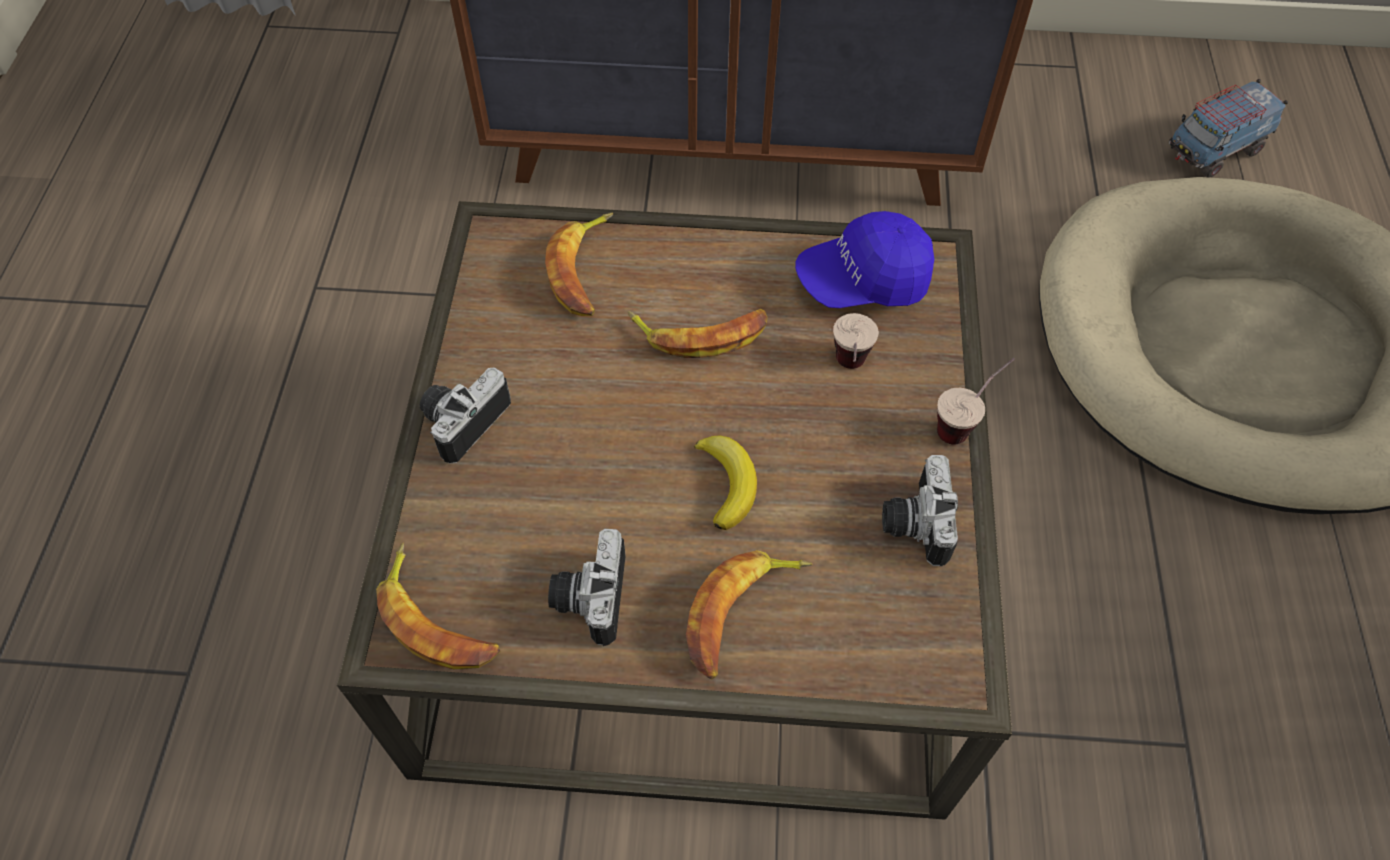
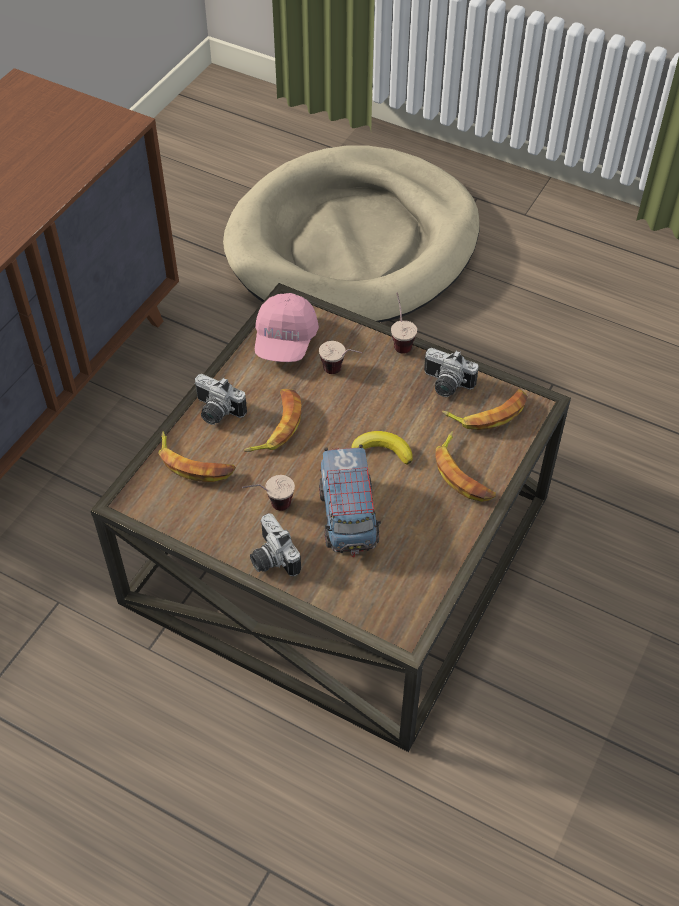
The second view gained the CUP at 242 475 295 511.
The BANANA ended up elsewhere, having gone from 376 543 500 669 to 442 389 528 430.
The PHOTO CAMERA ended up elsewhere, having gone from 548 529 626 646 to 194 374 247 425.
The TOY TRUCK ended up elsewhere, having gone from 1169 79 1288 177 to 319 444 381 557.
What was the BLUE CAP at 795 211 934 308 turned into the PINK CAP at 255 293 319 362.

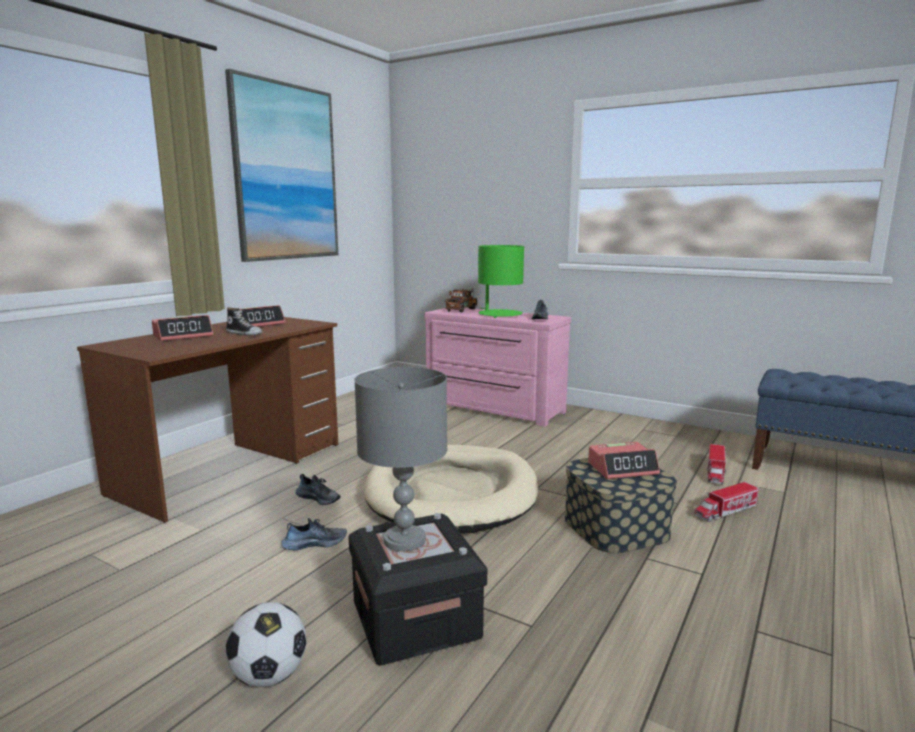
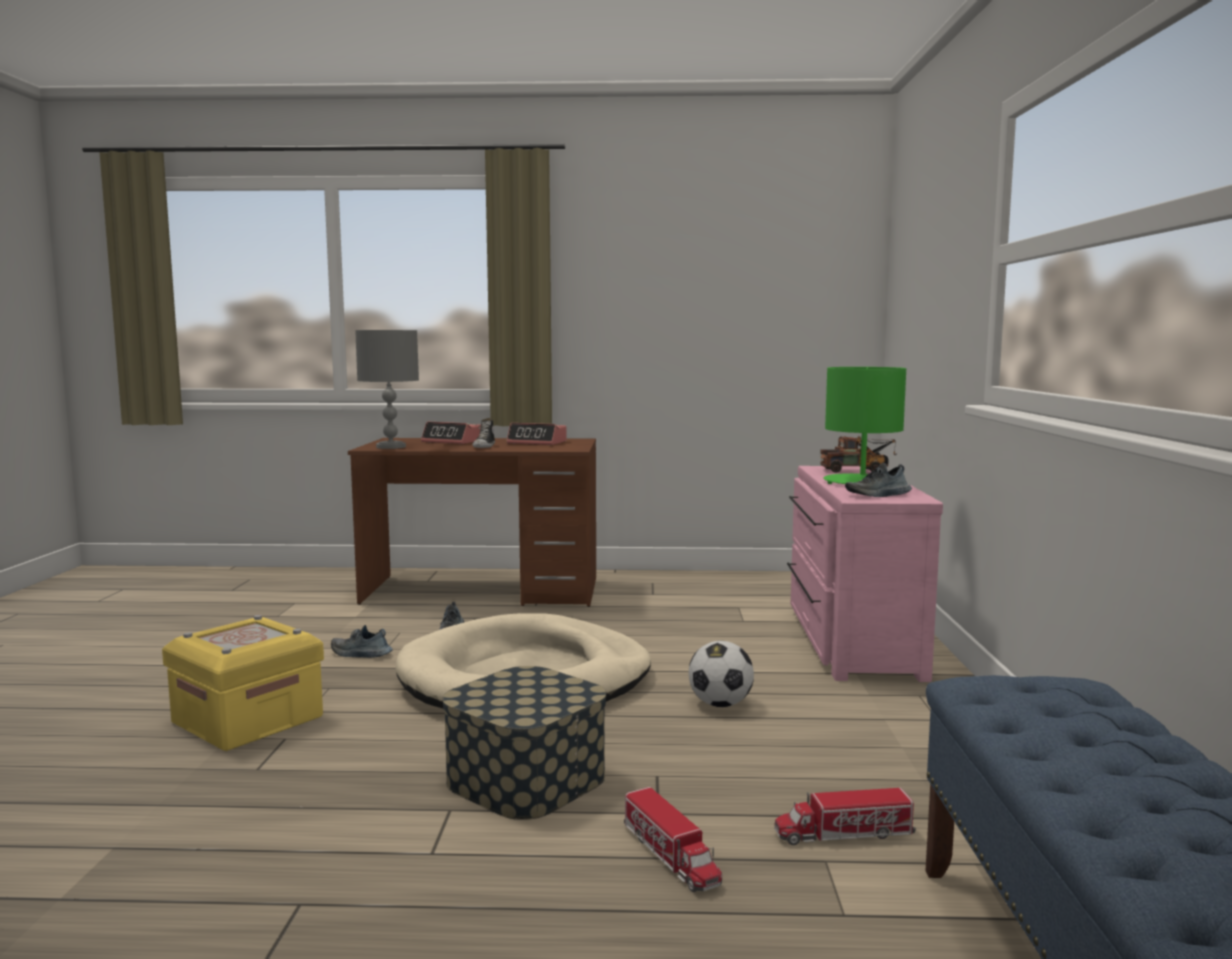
The second view lost the PICTURE at 225 69 338 262.
The second view lost the ALARM CLOCK at 588 442 660 479.
The FOOTBALL ended up elsewhere, having gone from 226 602 306 687 to 689 640 754 707.
The GREY TABLE LAMP ended up elsewhere, having gone from 354 367 447 551 to 355 330 419 449.
What was the BLACK STORAGE BOX at 348 513 487 666 turned into the YELLOW STORAGE BOX at 162 615 324 751.
The SHOE at 281 518 347 551 ended up facing another way, 150 degrees clockwise from before.
The TOY TRUCK at 694 482 759 522 ended up facing another way, 150 degrees counterclockwise from before.

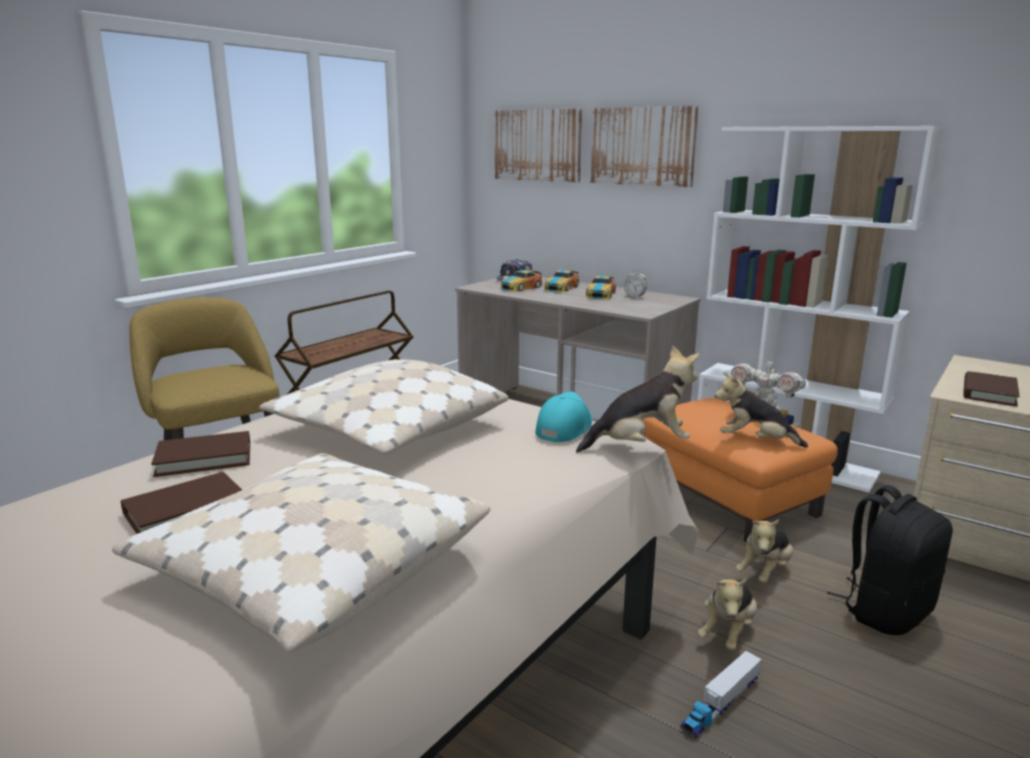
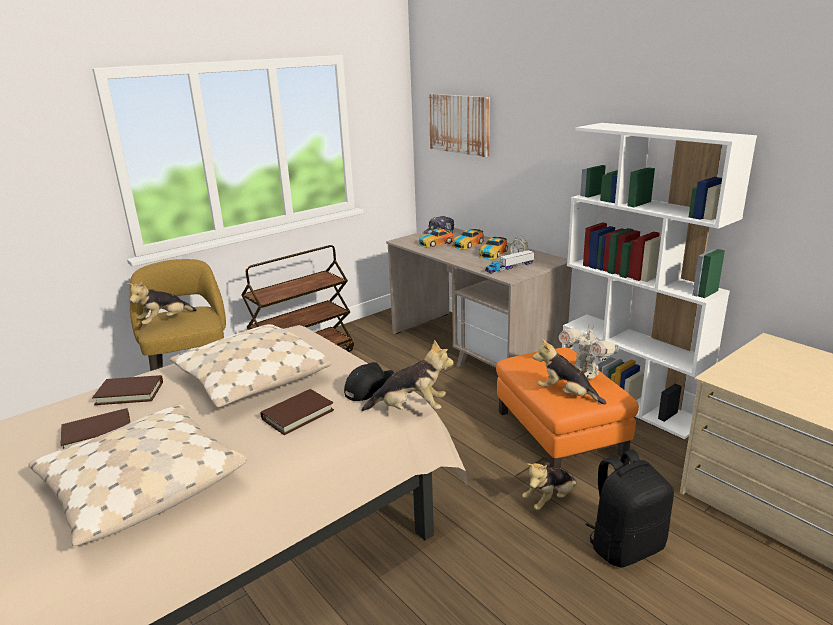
The second view lost the PICTURE at 591 106 699 187.
The TOY TRUCK ended up elsewhere, having gone from 680 651 762 738 to 485 250 534 274.
The PLUSH TOY ended up elsewhere, having gone from 698 578 757 651 to 127 282 197 325.
The BROWN BOOK ended up elsewhere, having gone from 963 371 1020 406 to 260 389 334 435.
What was the TURQUOISE CAP at 535 392 592 442 turned into the BLACK CAP at 344 362 394 401.

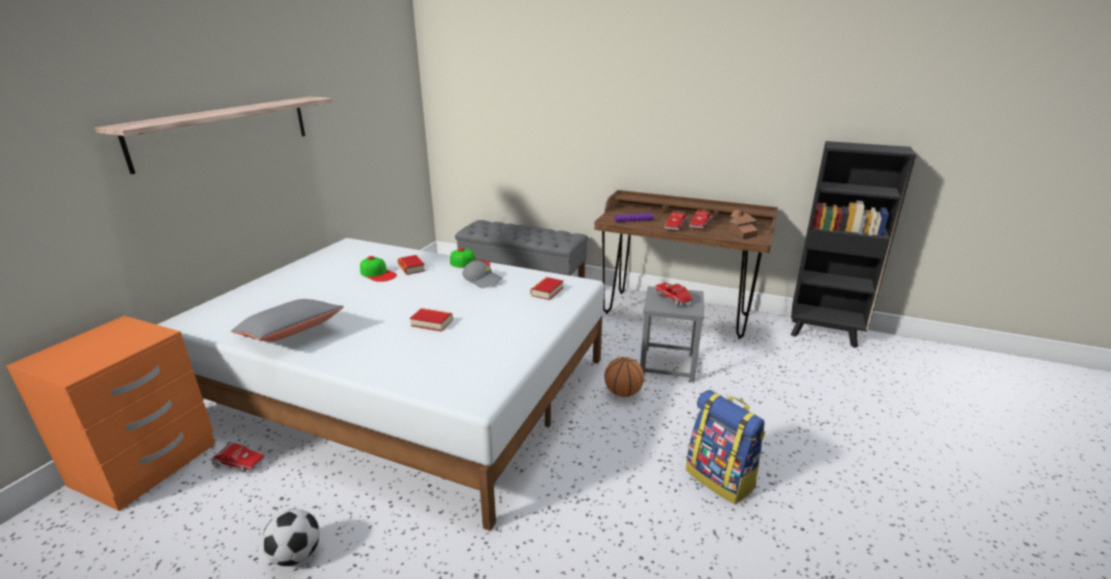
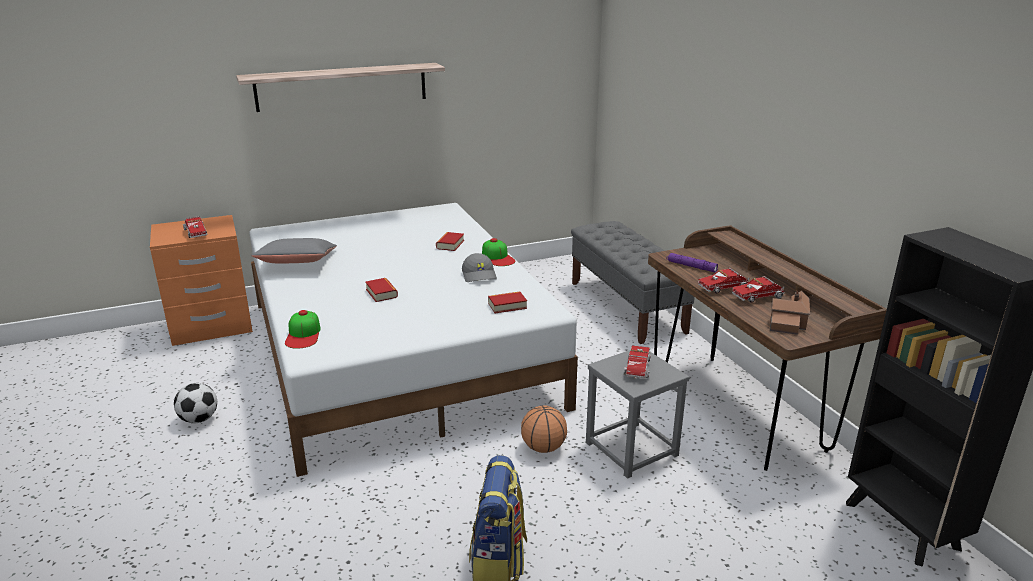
The TOY TRUCK ended up elsewhere, having gone from 212 442 265 473 to 183 216 207 238.
The CAP ended up elsewhere, having gone from 360 256 397 282 to 285 310 321 349.

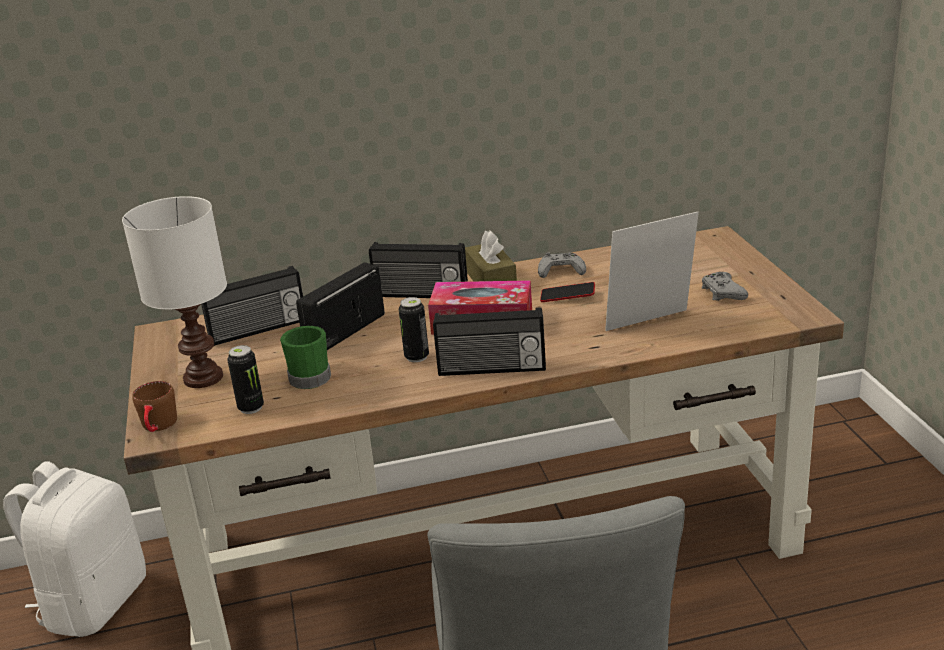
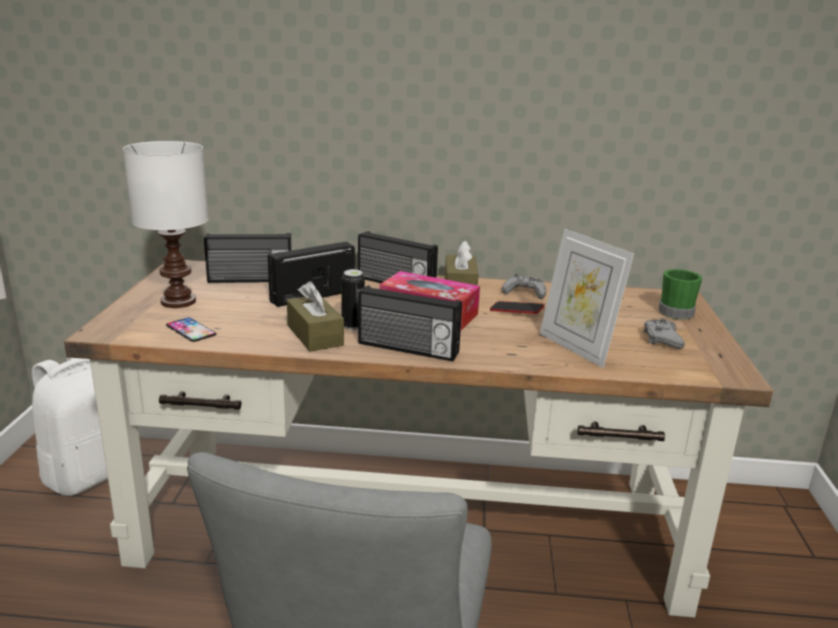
The second view lost the BROWN MUG at 132 381 177 432.
The second view gained the BROWN TISSUE BOX at 287 281 344 351.
The GREEN MUG ended up elsewhere, having gone from 280 326 331 389 to 658 269 702 319.
Where the CAN stood at 227 345 264 414, the PHONE came to stand at 166 318 216 342.
The PICTURE FRAME at 605 212 699 331 ended up facing another way, 120 degrees counterclockwise from before.

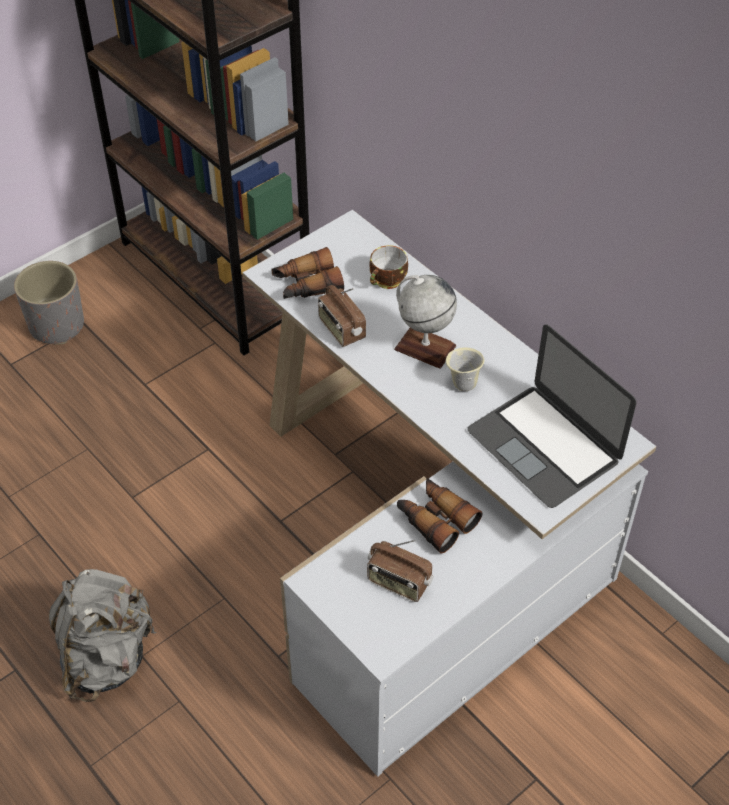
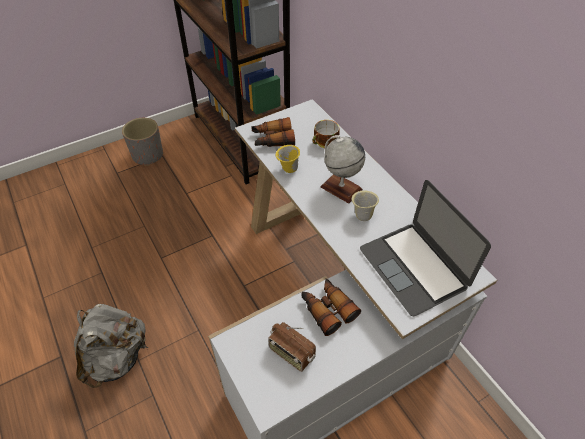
Where the RADIO stood at 318 285 366 347, the YELLOW MUG came to stand at 276 145 300 173.

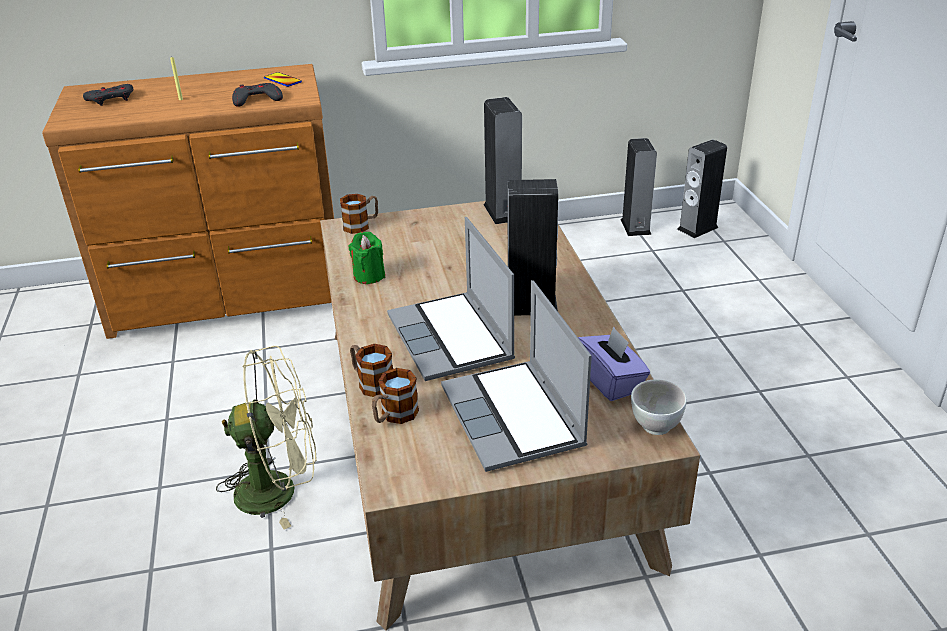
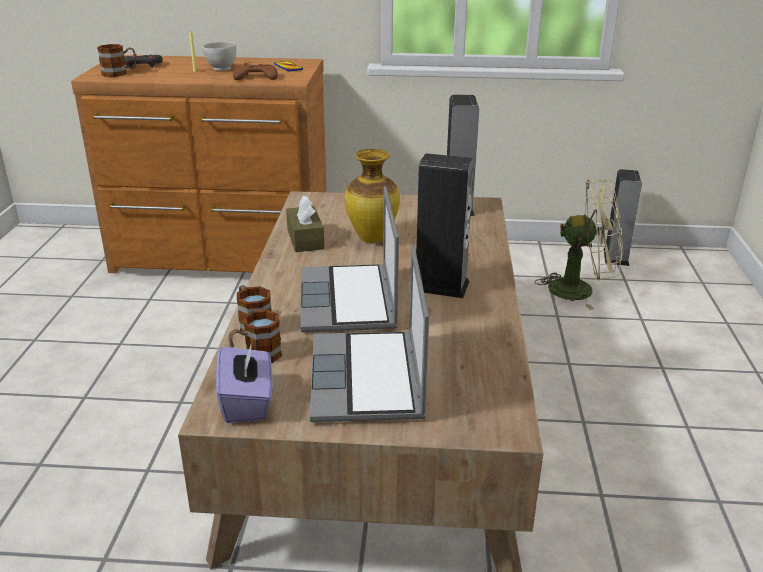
The second view lost the SPEAKER at 677 139 727 238.
The second view gained the VASE at 345 149 400 243.
The BEIGE FAN ended up elsewhere, having gone from 216 346 317 530 to 535 179 622 310.
The MUG ended up elsewhere, having gone from 340 194 378 234 to 97 44 136 77.
The PURPLE TISSUE BOX ended up elsewhere, having gone from 578 326 650 401 to 216 342 273 423.
The WHITE BOWL ended up elsewhere, having gone from 631 379 687 435 to 202 41 236 71.
Where the GREEN CANDLE stood at 349 232 385 284, the BROWN TISSUE BOX came to stand at 286 196 324 252.
What was the GREY GAME CONTROLLER at 232 83 283 107 turned into the BROWN GAME CONTROLLER at 233 63 278 80.

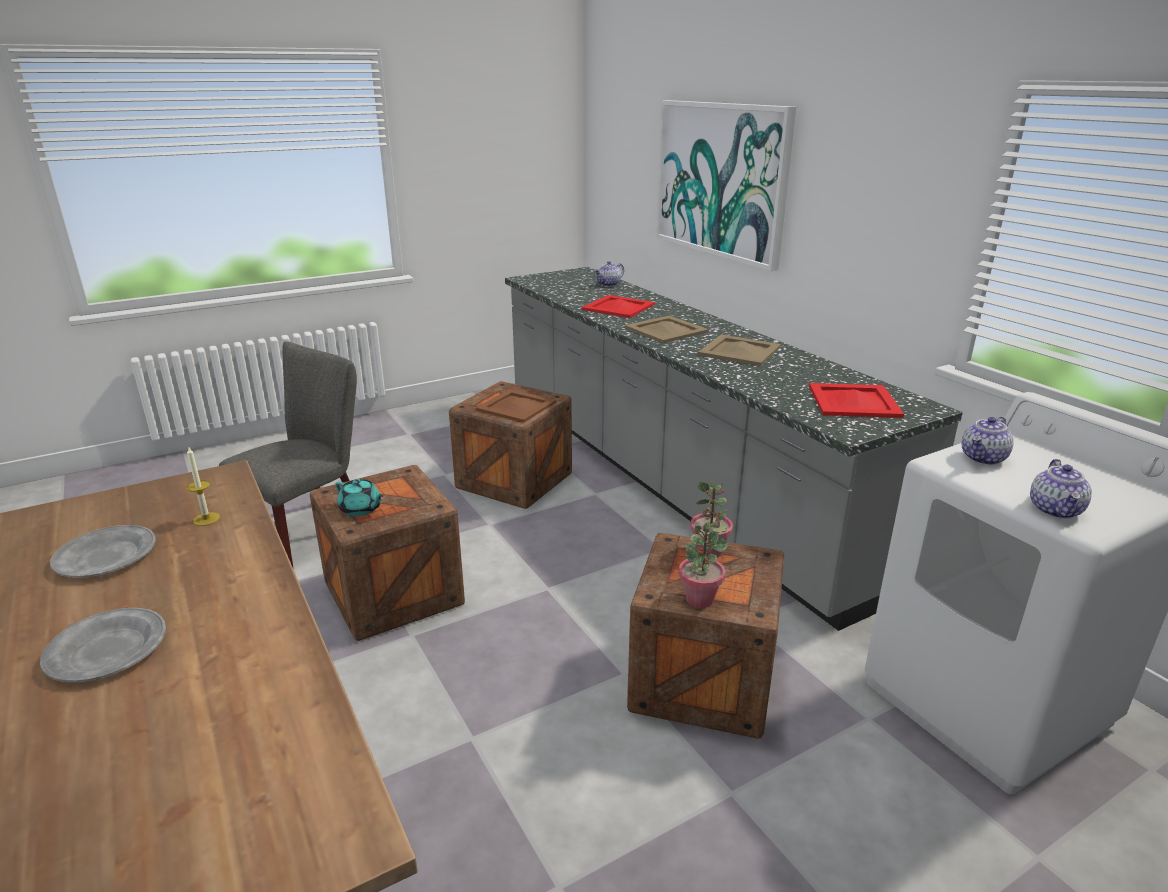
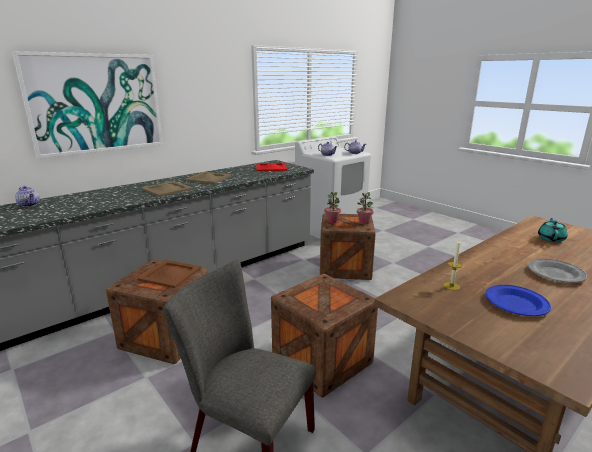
The second view lost the RED TRAY at 582 295 655 318.
The TURQUOISE TEAPOT ended up elsewhere, having gone from 335 479 383 516 to 538 218 567 242.
What was the GREY PLATE at 50 525 156 578 turned into the BLUE PLATE at 486 285 551 316.

